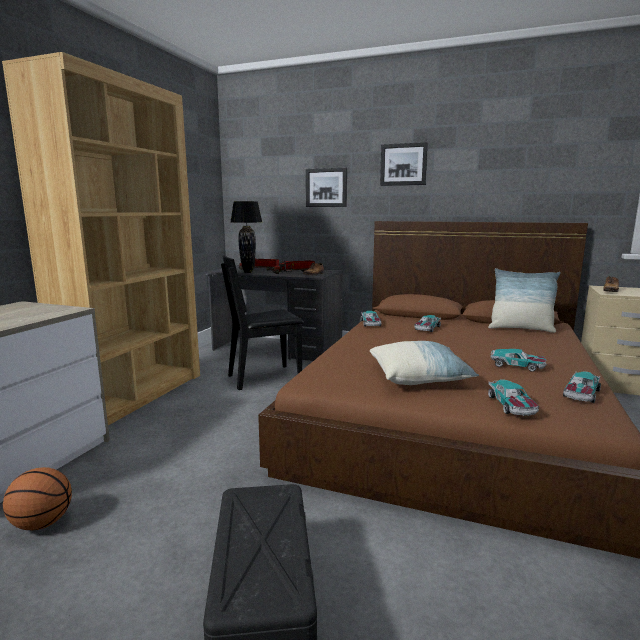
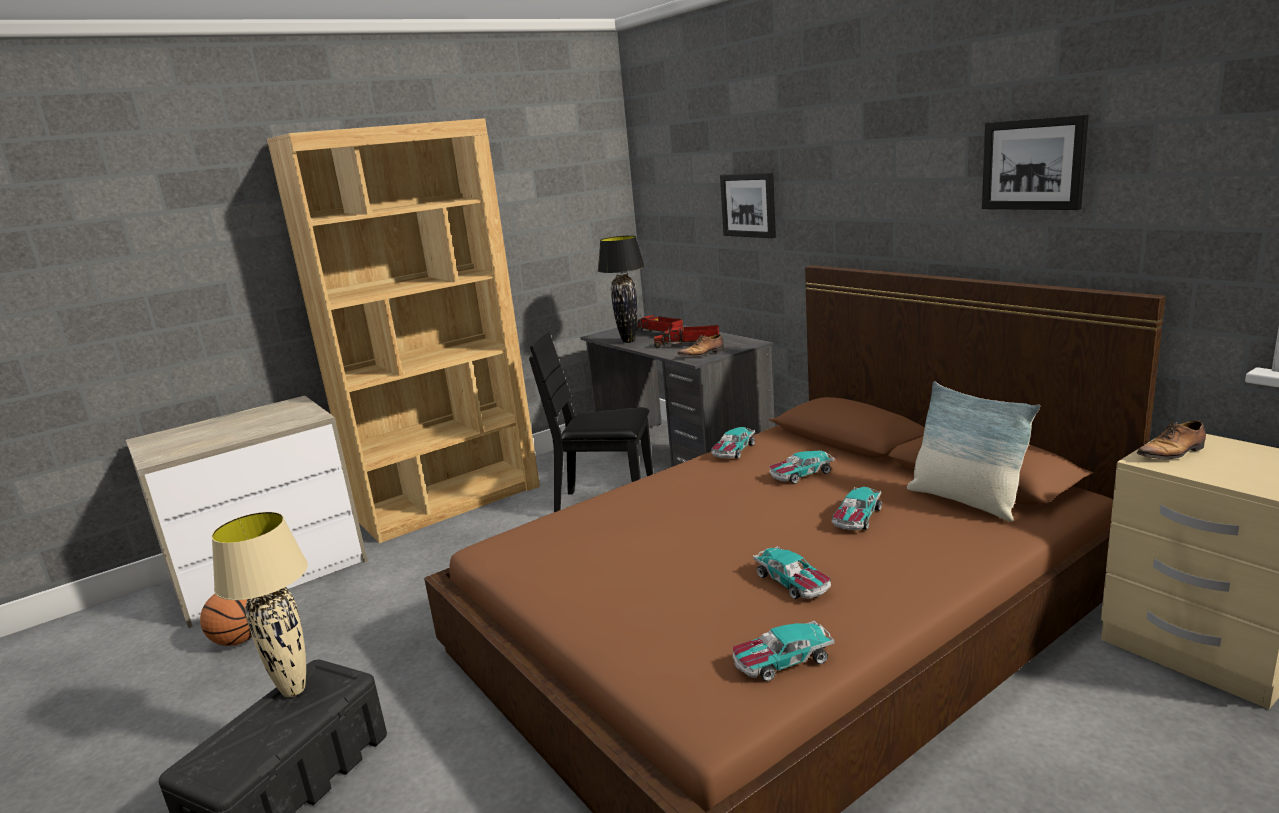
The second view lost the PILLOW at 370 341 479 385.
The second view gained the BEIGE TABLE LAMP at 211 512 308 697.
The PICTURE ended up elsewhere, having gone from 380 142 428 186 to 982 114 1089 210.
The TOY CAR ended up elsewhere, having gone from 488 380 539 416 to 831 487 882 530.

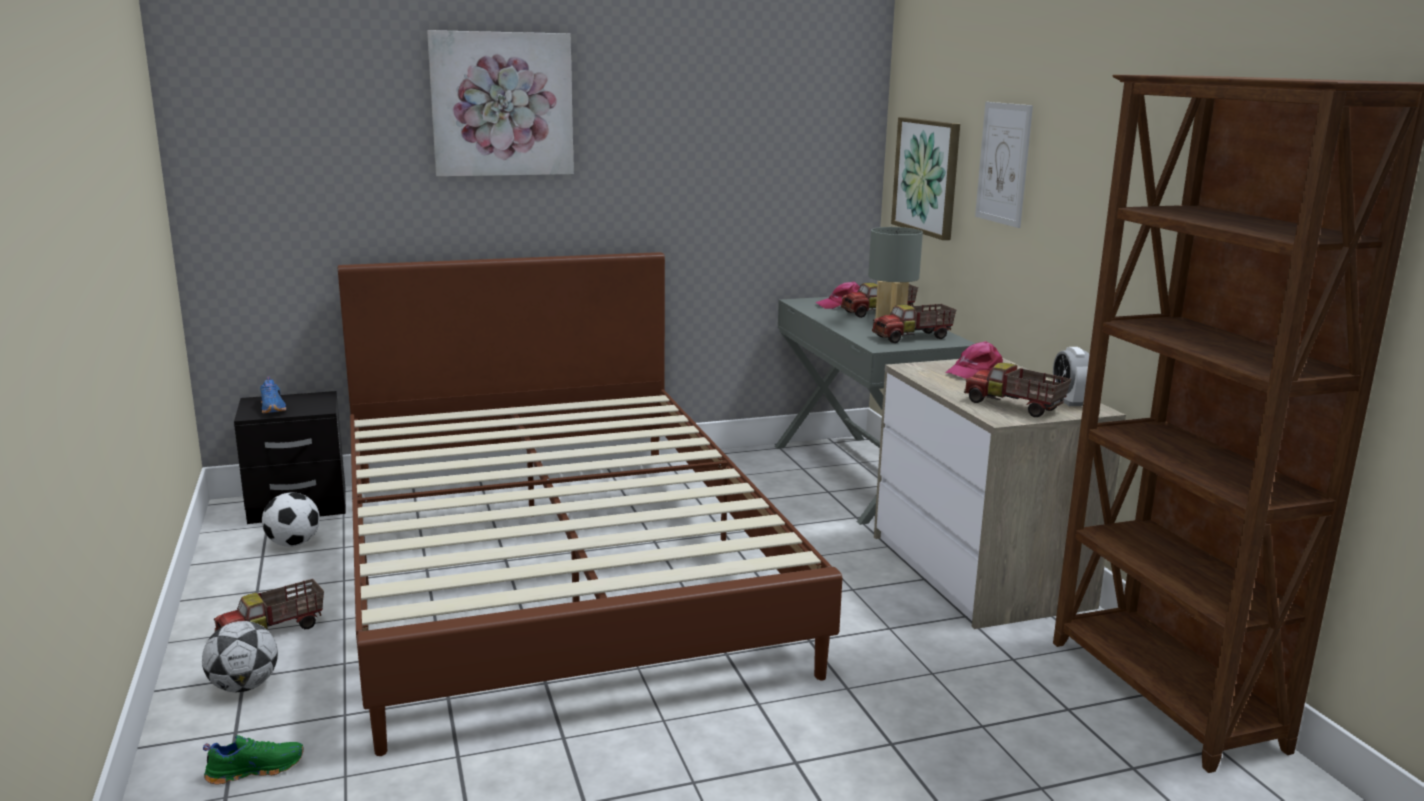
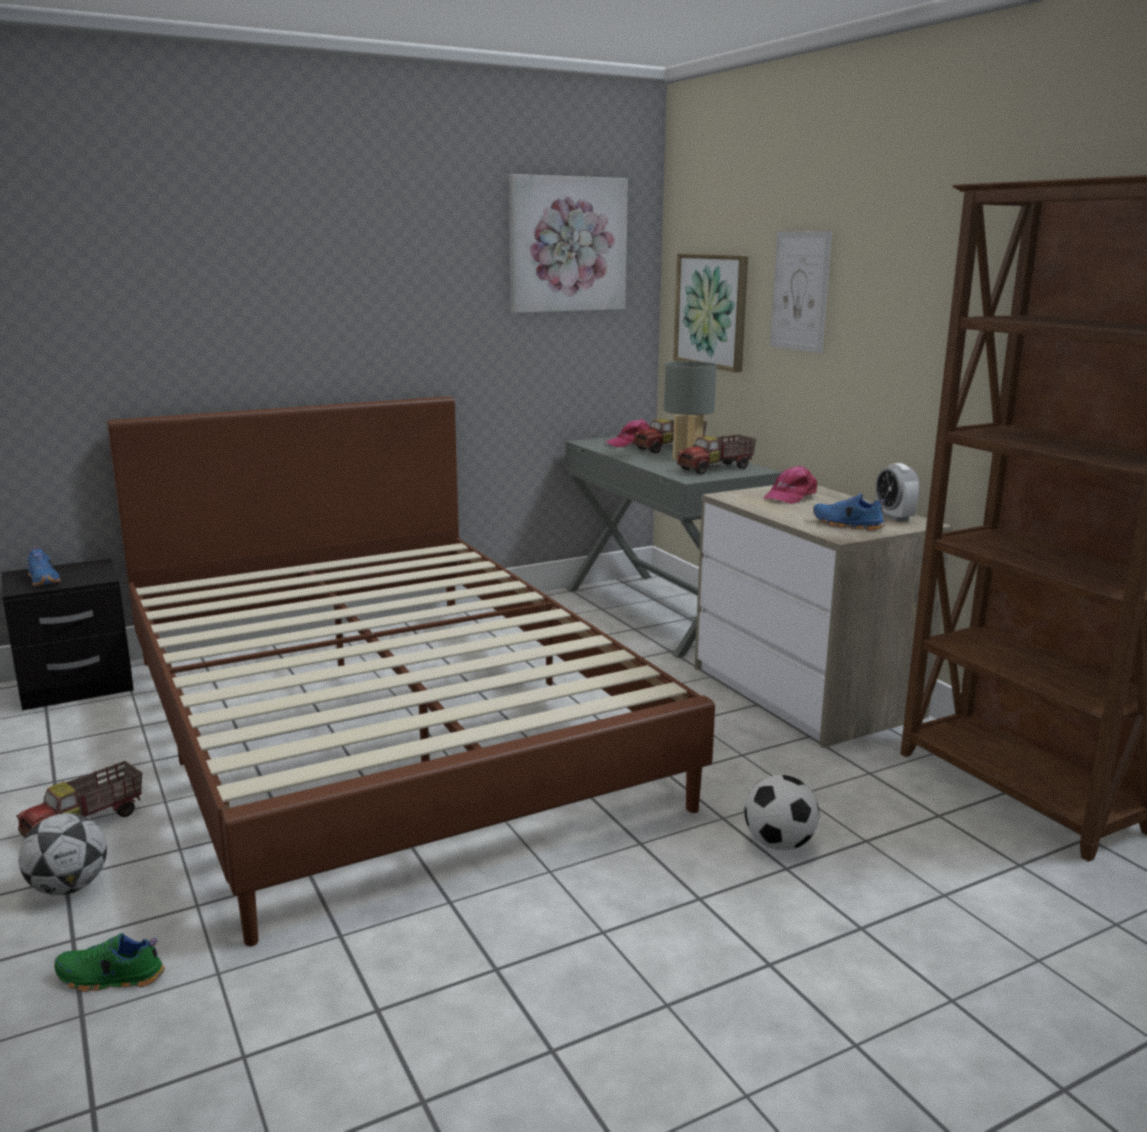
The FOOTBALL ended up elsewhere, having gone from 262 492 320 547 to 744 775 819 850.
The PICTURE ended up elsewhere, having gone from 427 30 574 177 to 509 174 628 313.
Where the TOY TRUCK stood at 964 363 1071 417, the BLUE SHOE came to stand at 813 493 885 531.
The GREEN SHOE at 203 735 304 784 ended up facing another way, 150 degrees counterclockwise from before.

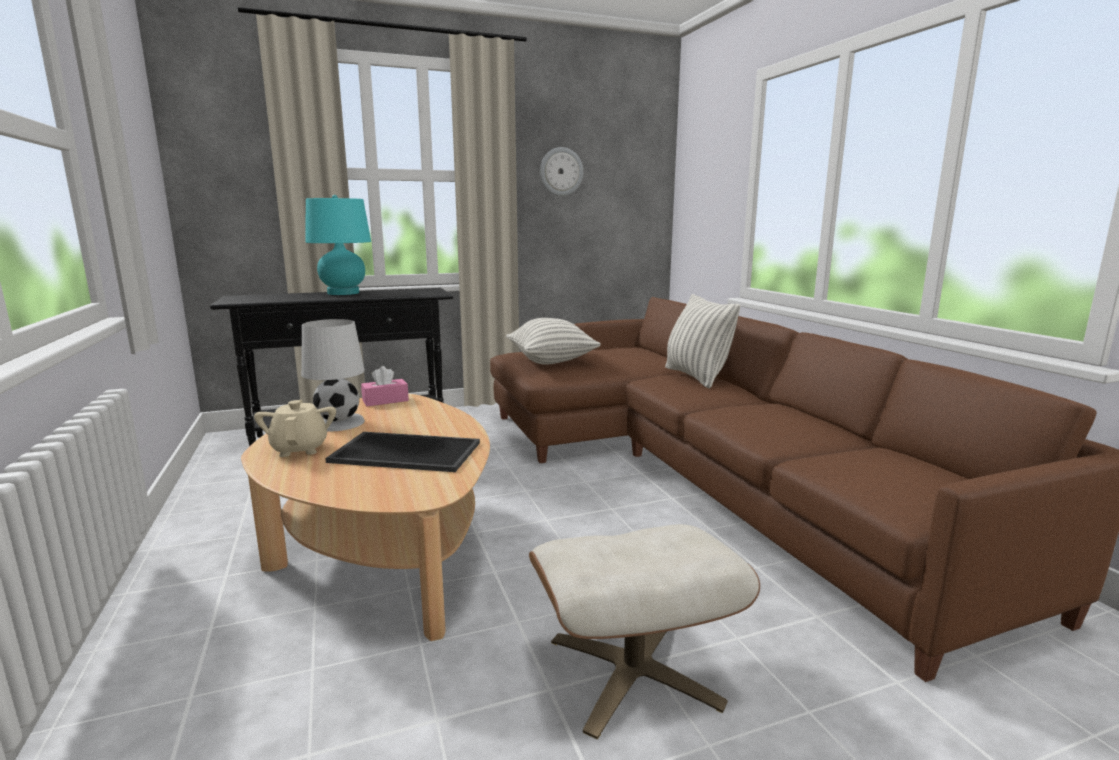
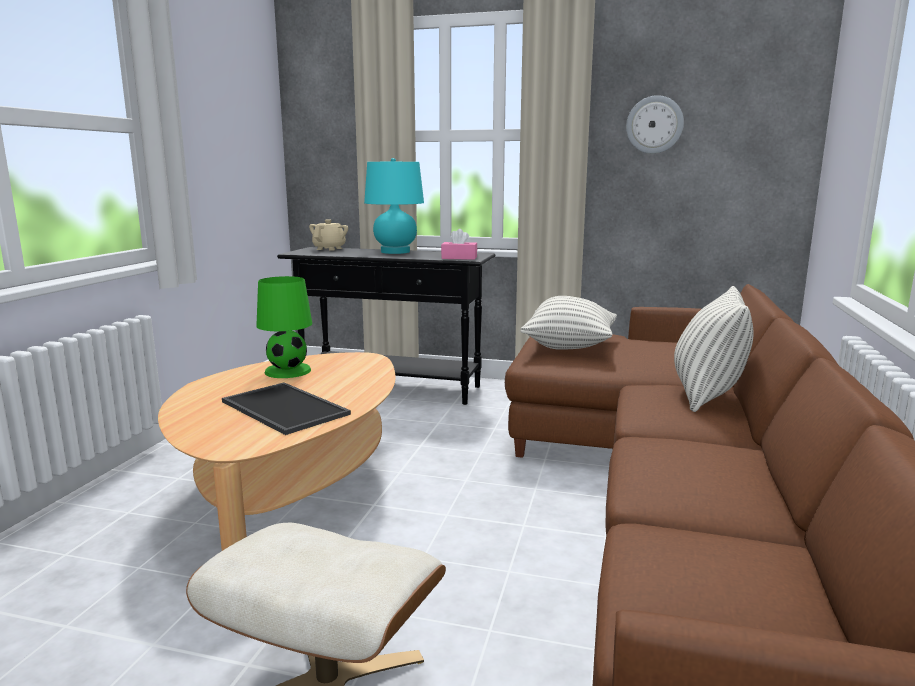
The BEIGE TEAPOT ended up elsewhere, having gone from 254 400 336 457 to 309 219 348 251.
The PINK TISSUE BOX ended up elsewhere, having gone from 361 366 409 406 to 441 229 477 260.
What was the WHITE TABLE LAMP at 301 319 365 431 turned into the GREEN TABLE LAMP at 256 276 312 378.

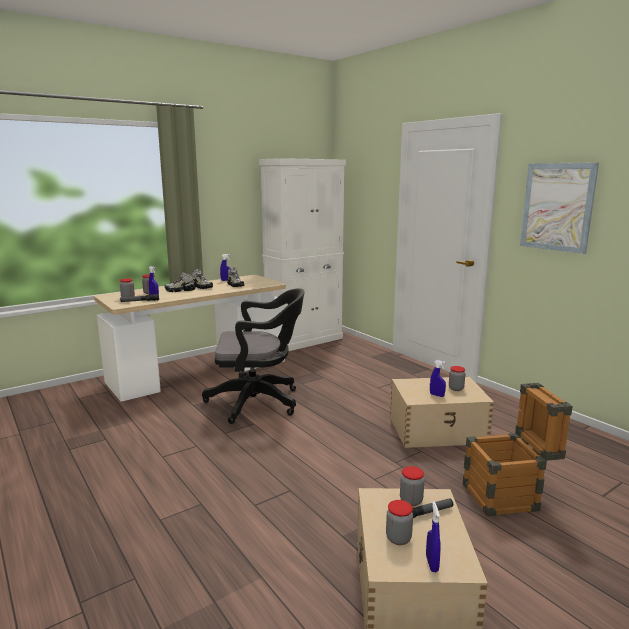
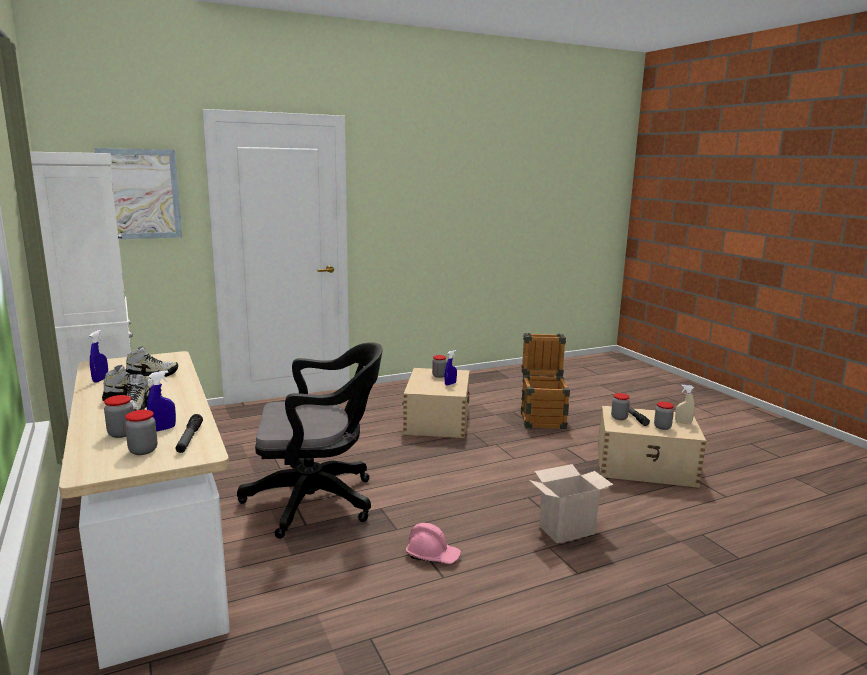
The second view gained the PINK HARD HAT at 406 523 461 564.
The second view gained the CARDBOARD BOX at 529 464 613 543.
The PICTURE ended up elsewhere, having gone from 520 163 599 254 to 94 148 182 239.
What was the BLUE SPRAY BOTTLE at 426 501 441 572 turned into the BEIGE SPRAY BOTTLE at 675 385 695 424.
The BLACK OFFICE CHAIR at 202 288 305 424 ended up facing another way, 75 degrees clockwise from before.

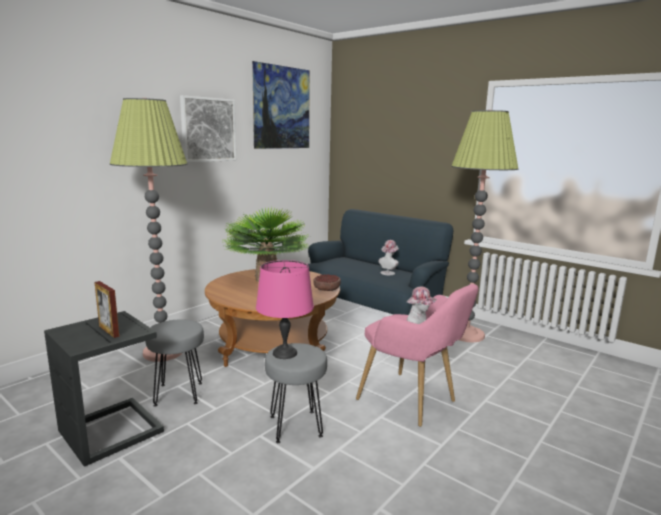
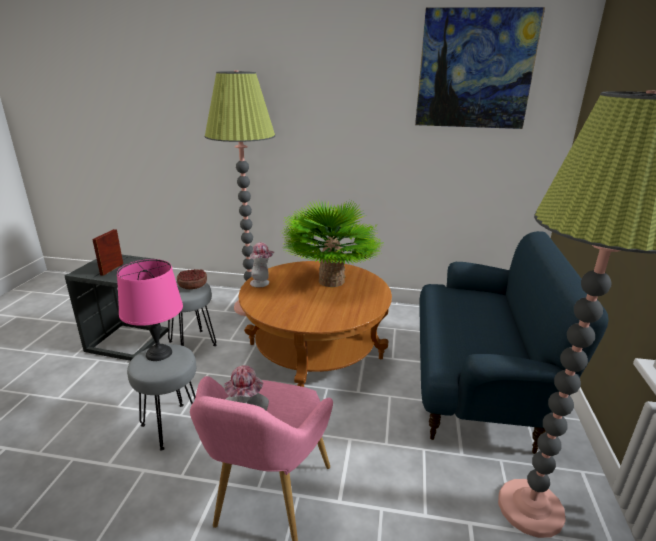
The second view lost the PICTURE at 180 95 236 162.
The BOWL ended up elsewhere, having gone from 314 274 341 291 to 177 269 207 289.
The HAT ended up elsewhere, having gone from 379 240 399 275 to 249 242 274 287.

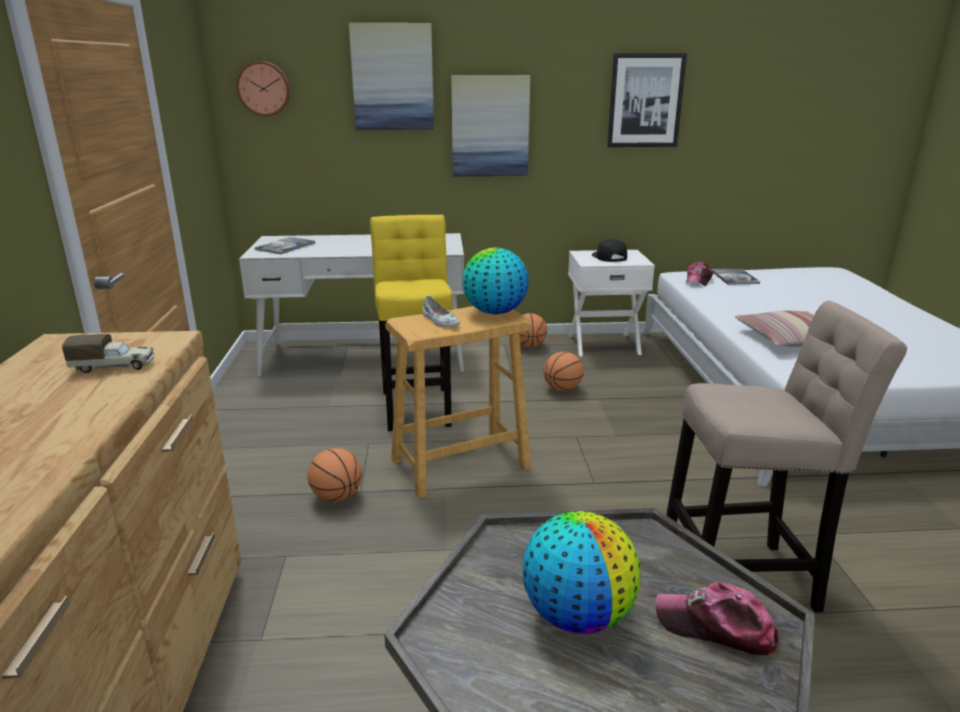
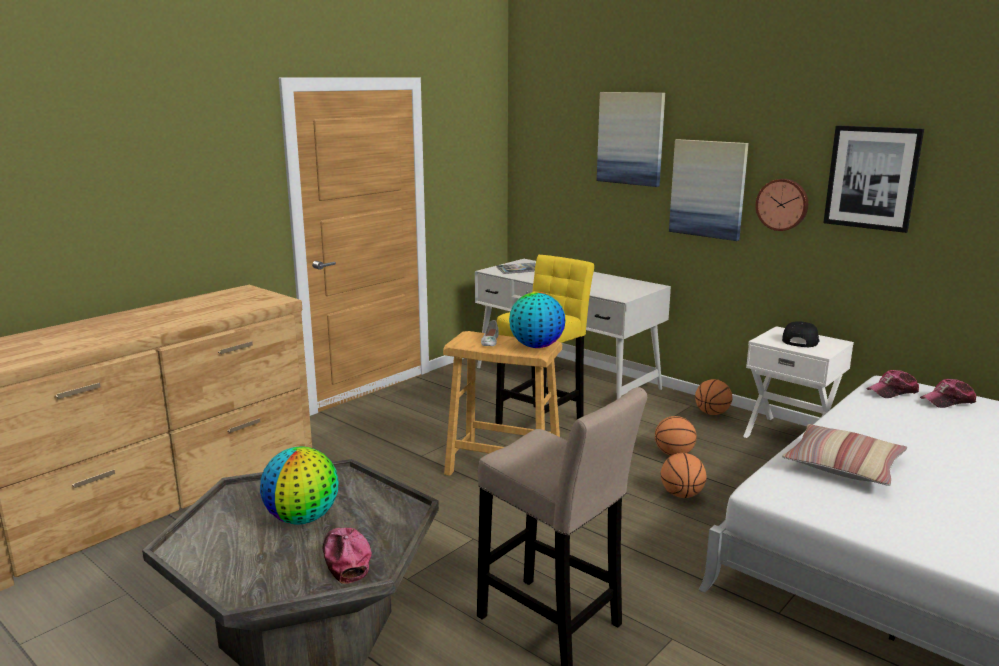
The second view lost the TOY TRUCK at 62 334 154 373.
The WALL CLOCK ended up elsewhere, having gone from 236 61 290 116 to 756 179 808 231.
The BASKETBALL ended up elsewhere, having gone from 307 448 362 502 to 660 453 707 498.
Where the BOOK stood at 712 268 760 285, the CAP came to stand at 920 379 977 408.

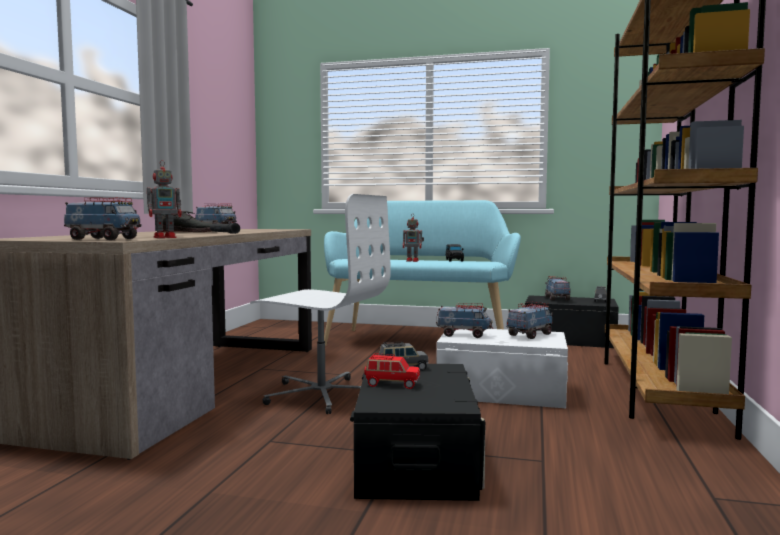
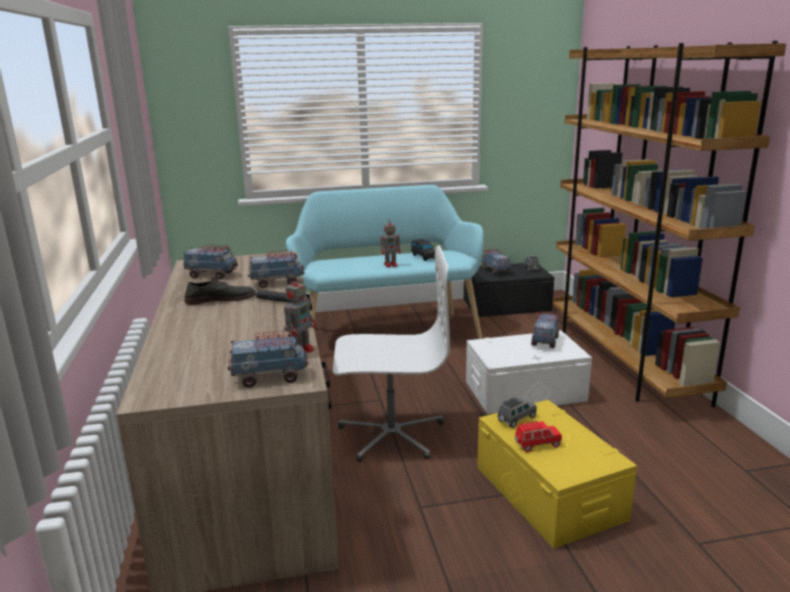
The TOY TRUCK ended up elsewhere, having gone from 436 303 493 338 to 248 250 304 288.
What was the BLACK STORAGE BOX at 350 364 486 501 turned into the YELLOW STORAGE BOX at 477 400 637 548.

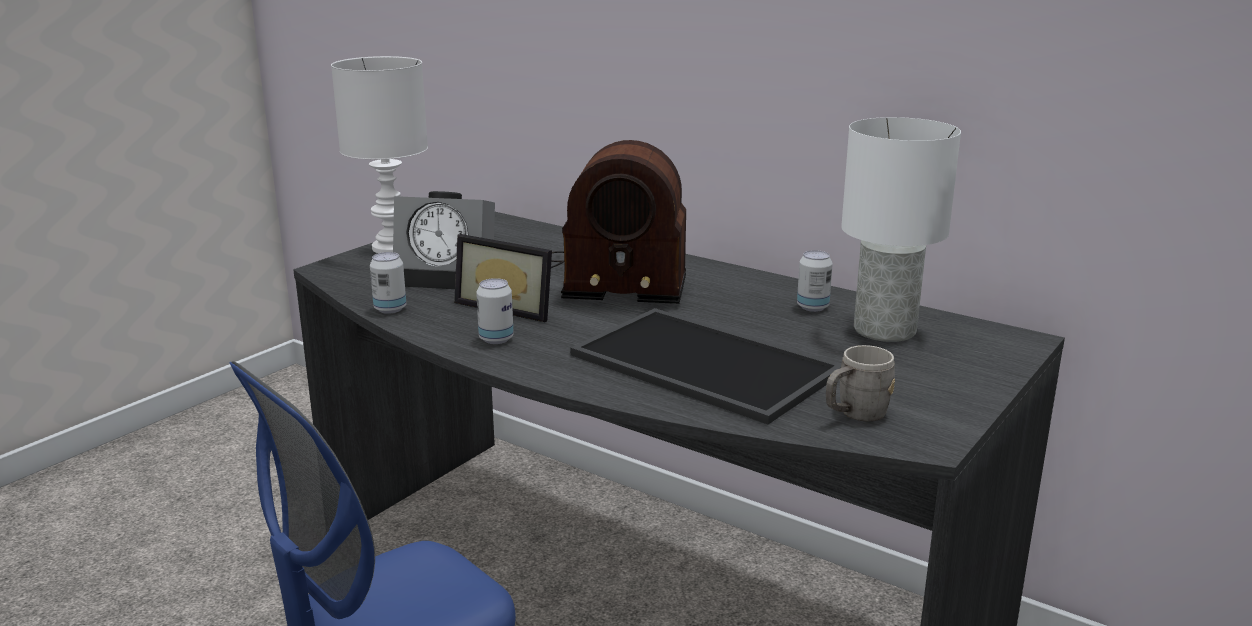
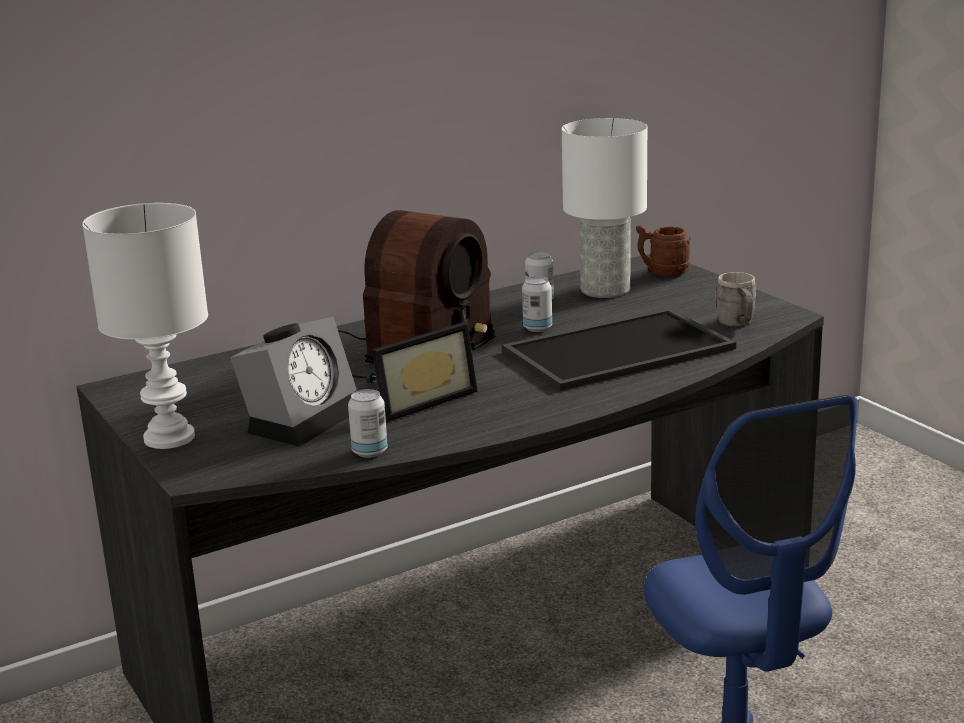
The second view gained the BROWN MUG at 636 225 691 276.
The CAN ended up elsewhere, having gone from 476 278 514 344 to 522 276 552 332.

